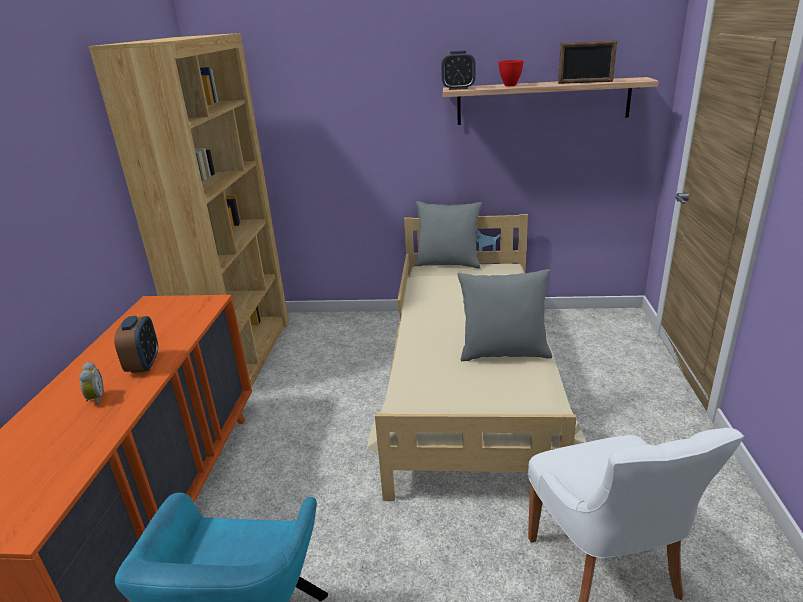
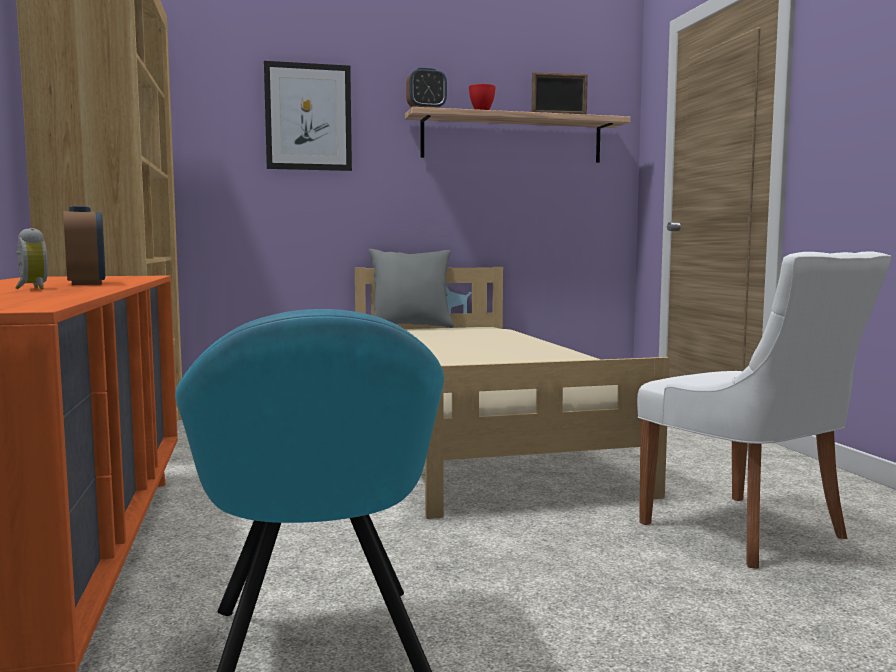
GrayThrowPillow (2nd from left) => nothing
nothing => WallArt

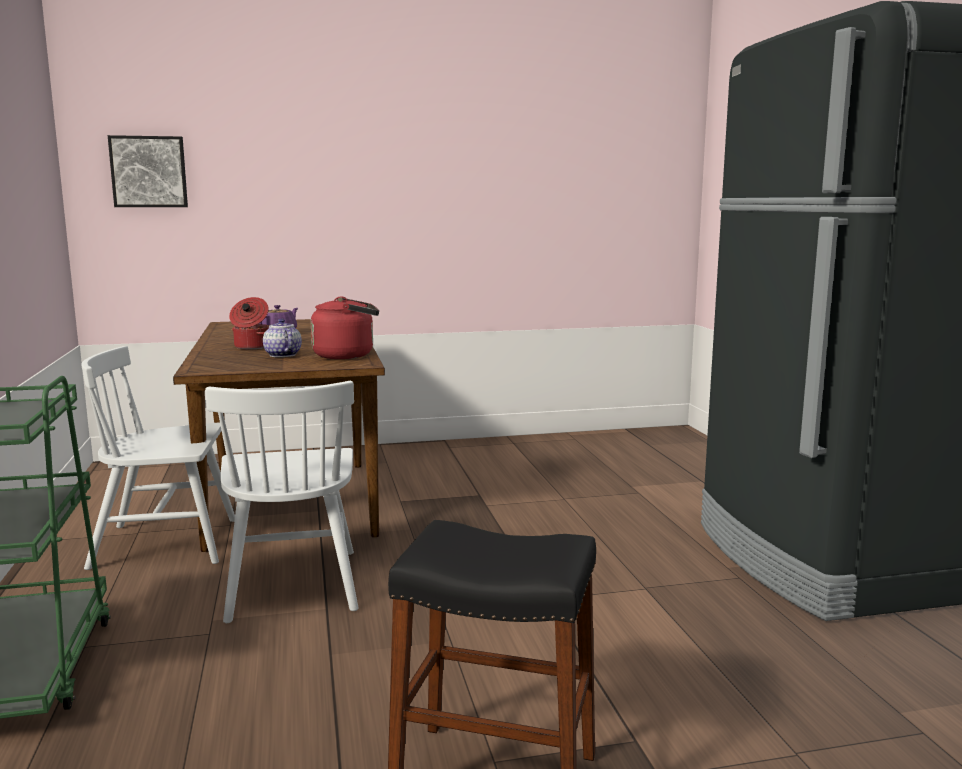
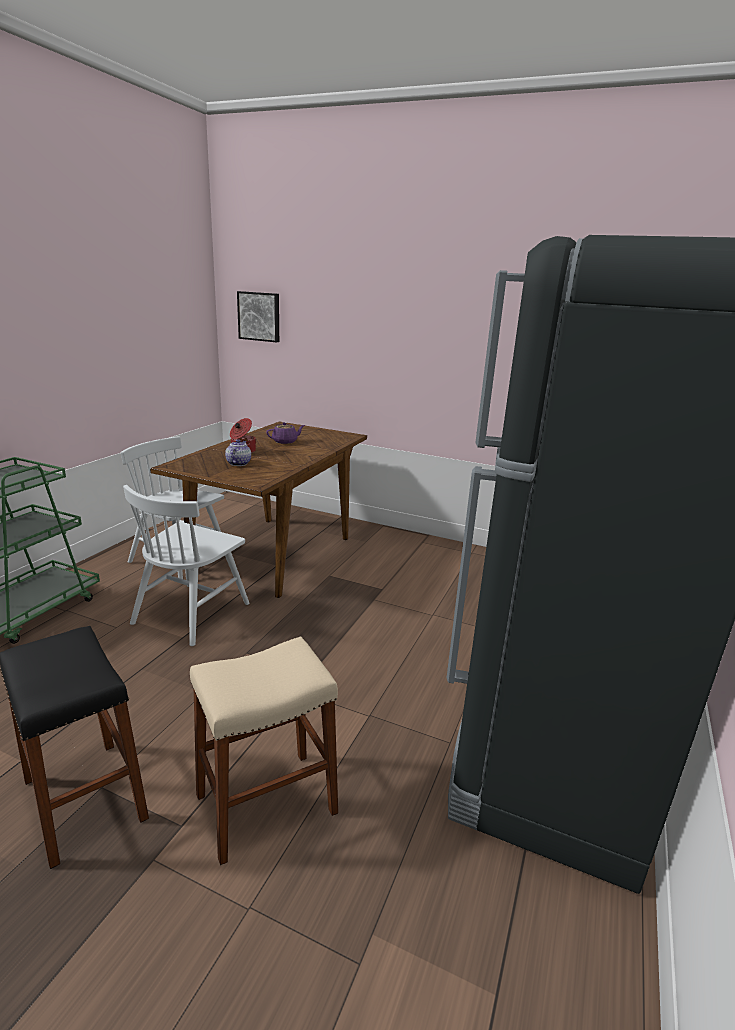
ReddishTeaKettle => nothing
nothing => SandColouredStool

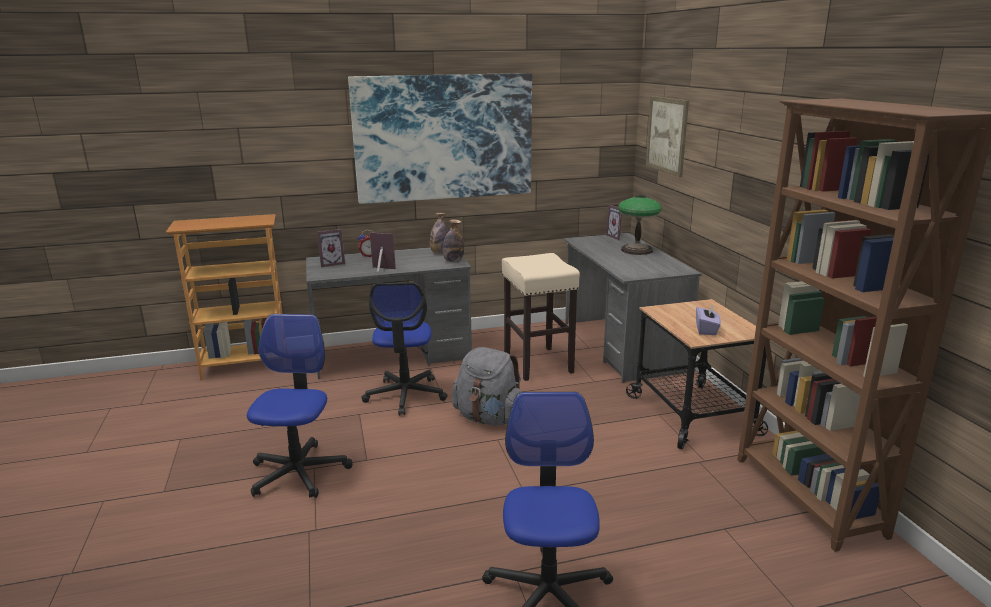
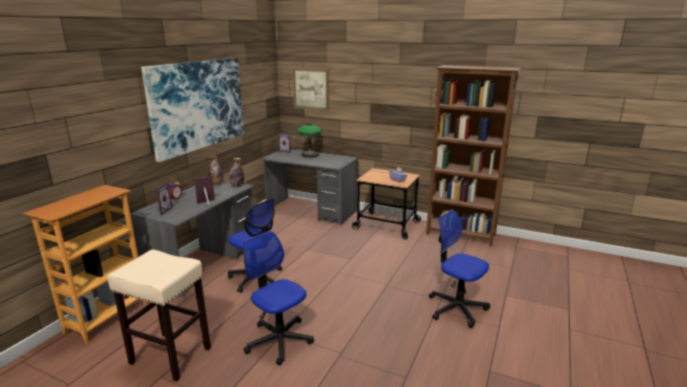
GrayKnapsack => nothing
SandColouredStool, moved

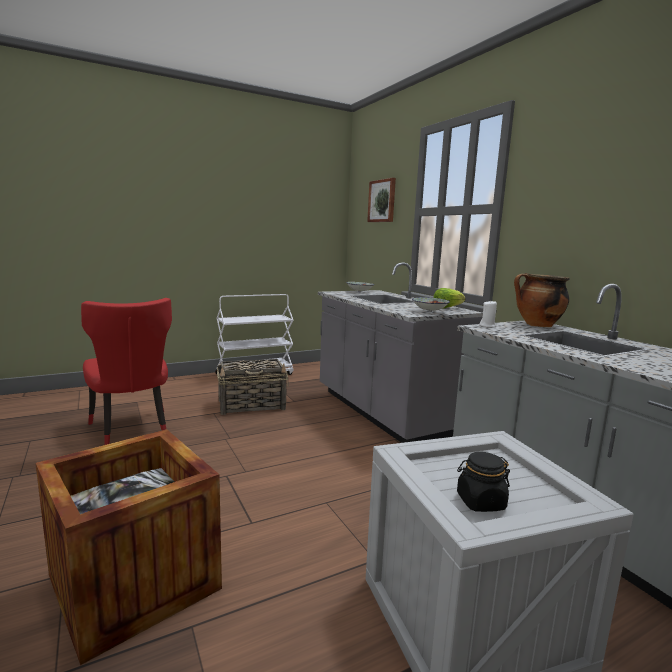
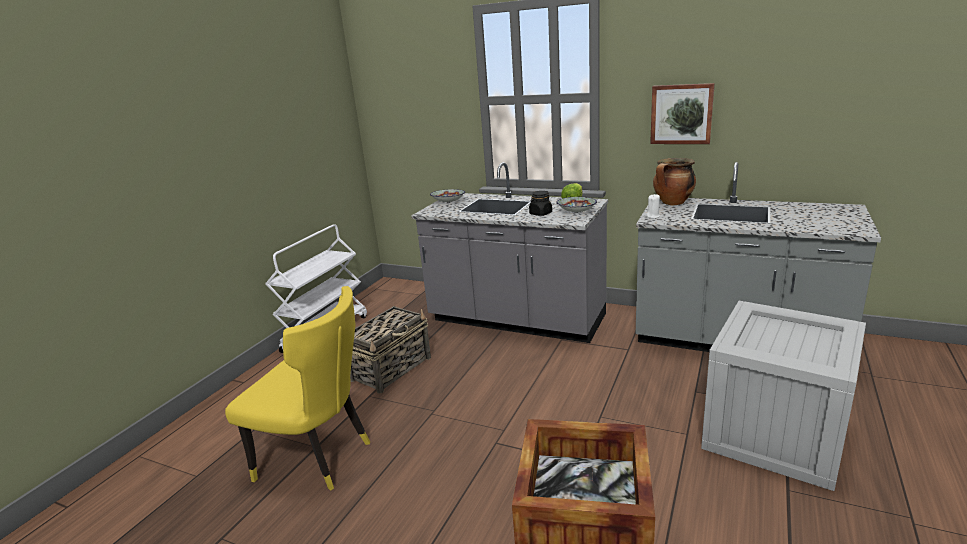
WallArt, moved
BlackishJar, moved
ReddishChair => YellowishChair

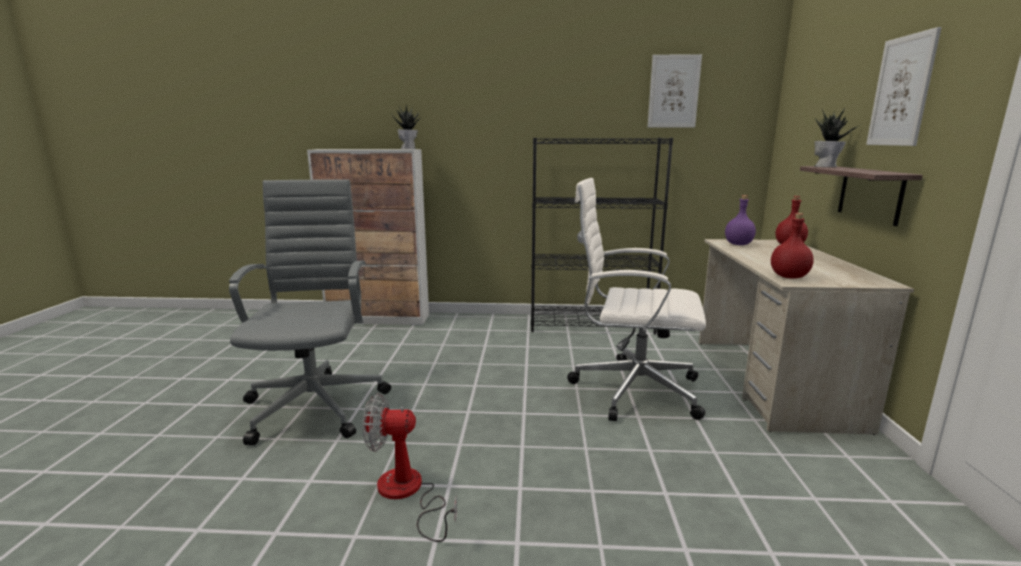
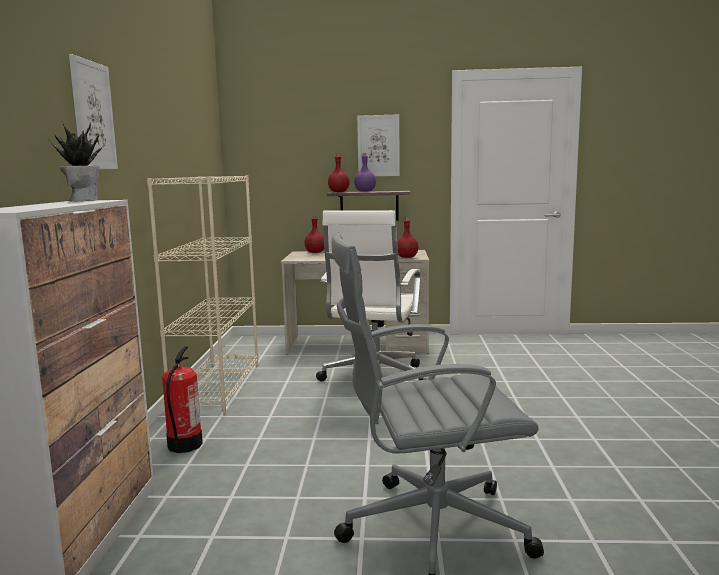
CoolingFan => nothing
nothing => Extinguisher
WallArt (1st from left), moved
PurpleColouredBeverageBottle, moved
PottedPlant (2nd from left) => ReddishBeverageBottle (2nd from left)
BlackishShelvingUnit => SandColouredShelvingUnit

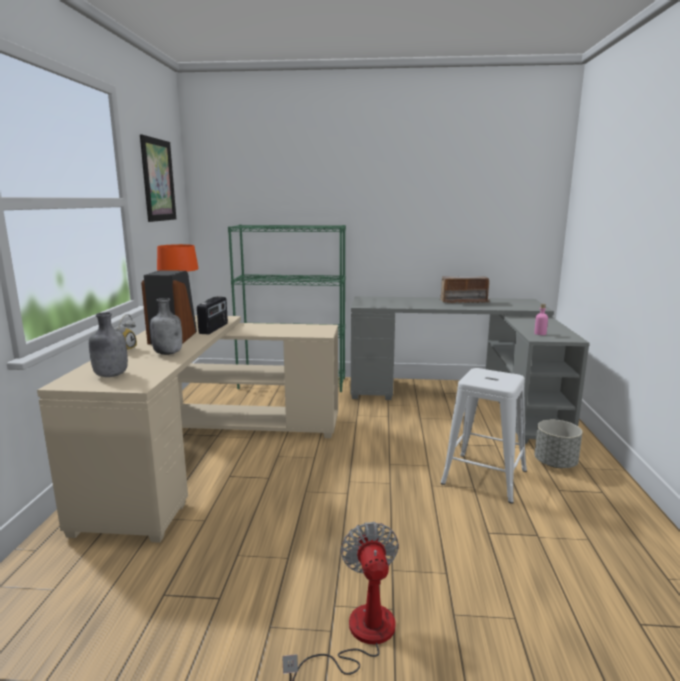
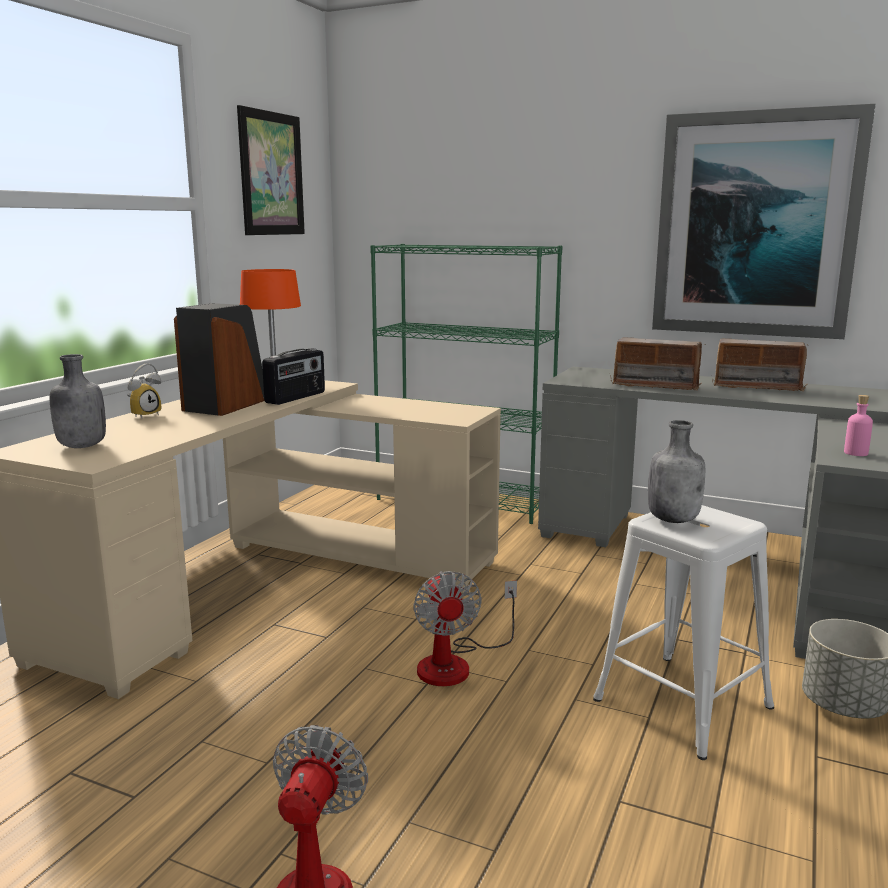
nothing => CoolingFan (2nd from left)
nothing => RadioReceiver (2nd from left)
nothing => WallArt (2nd from left)
GrayBeverageBottle (2nd from left), moved

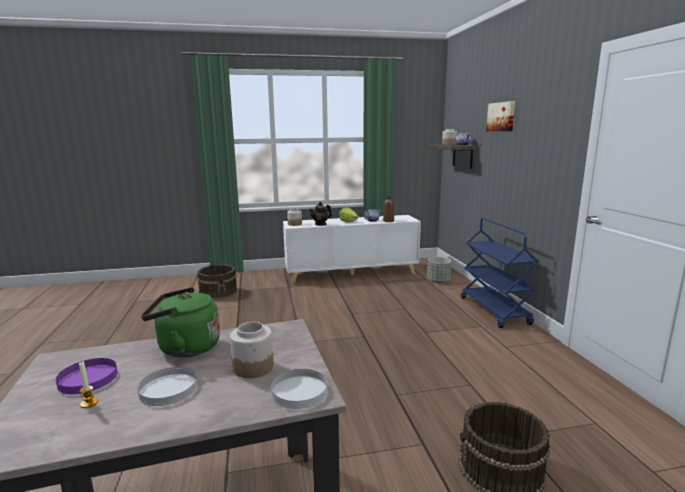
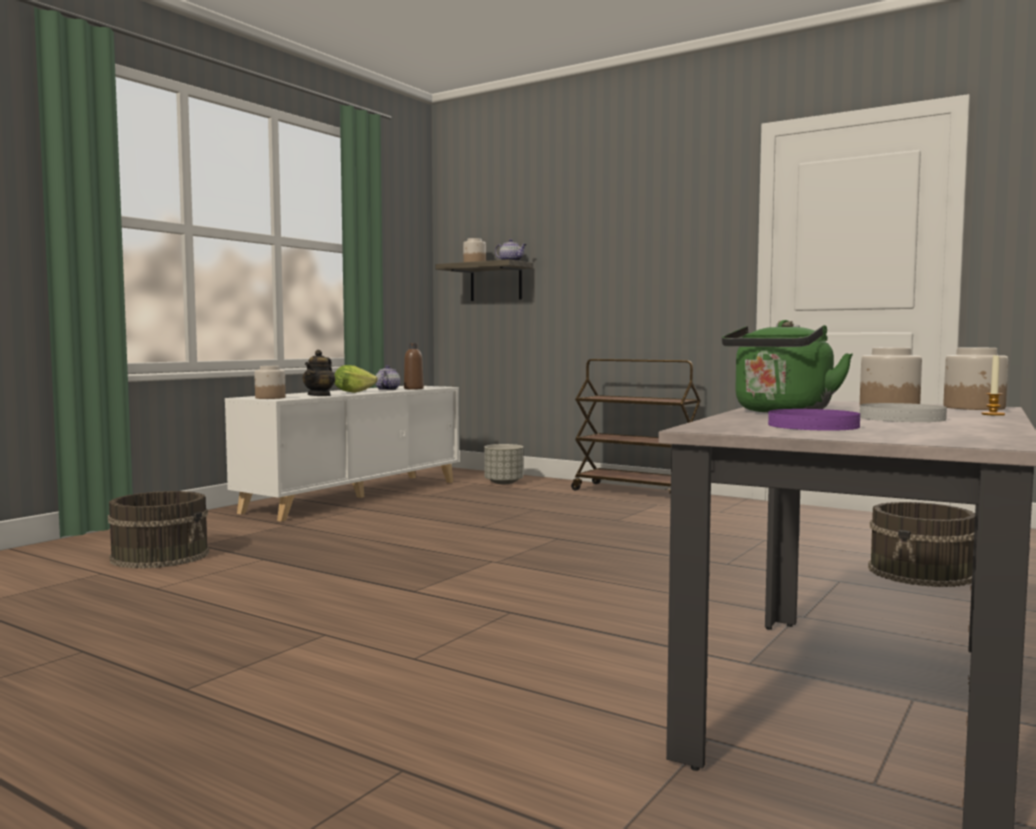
WallArt => nothing
Candle, moved
WhiteColouredPlate (2nd from left) => Jar (4th from left)
BlueColouredCart => BrownishCart

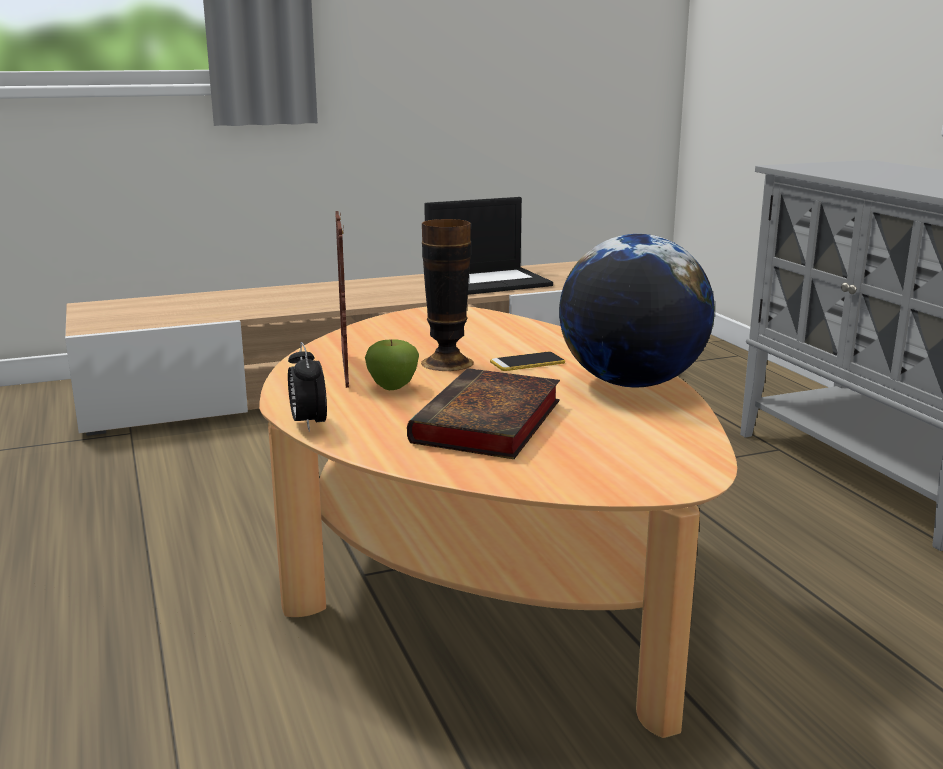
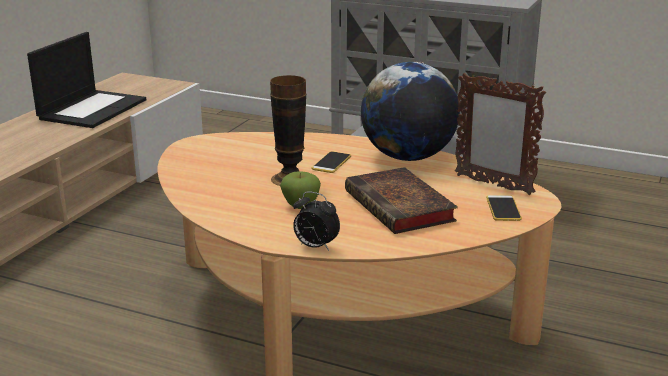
nothing => Telephone (2nd from left)
StandingFrame, moved

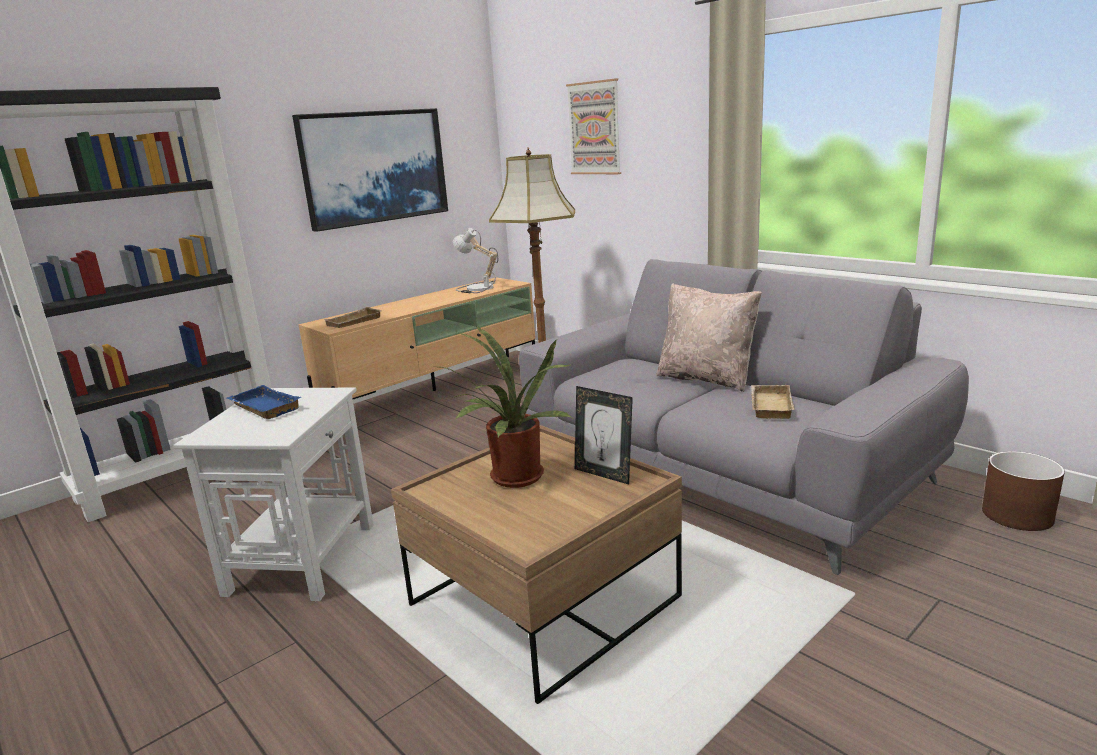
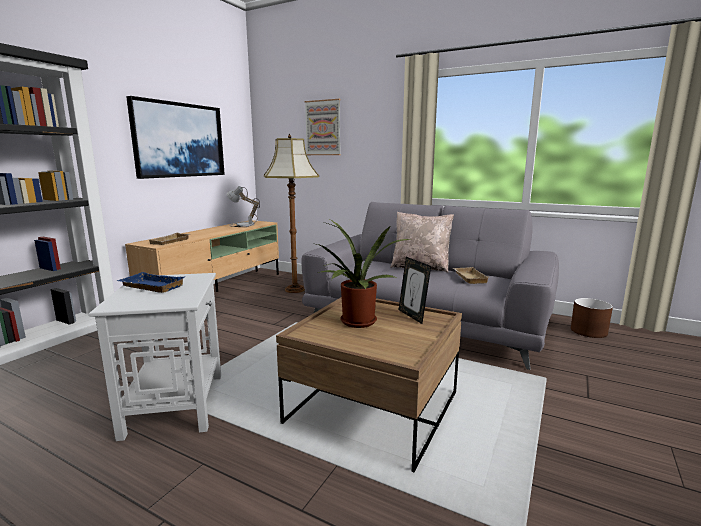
StandingFrame, 45 degrees clockwise

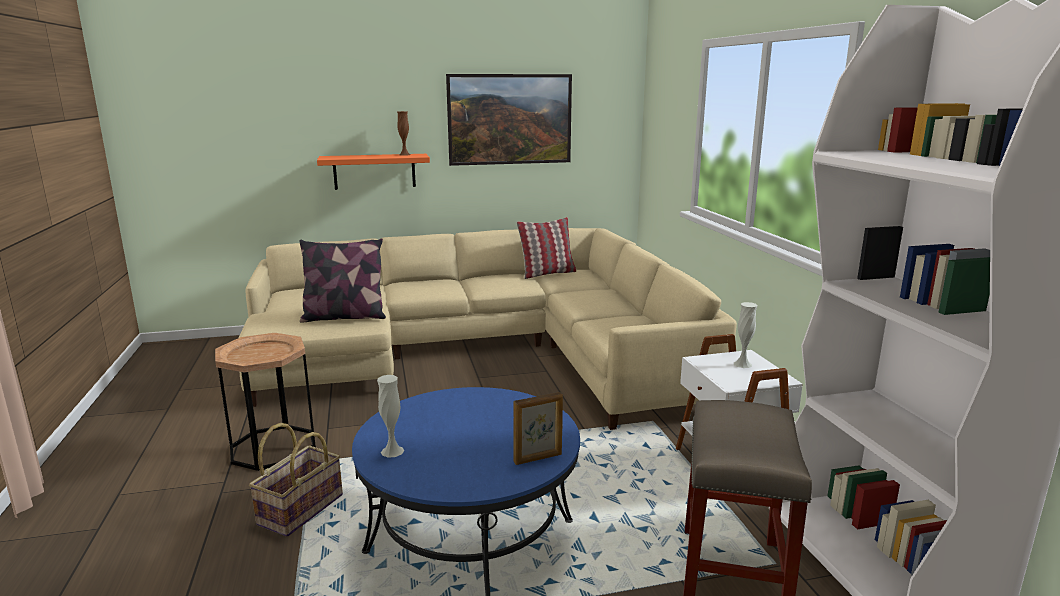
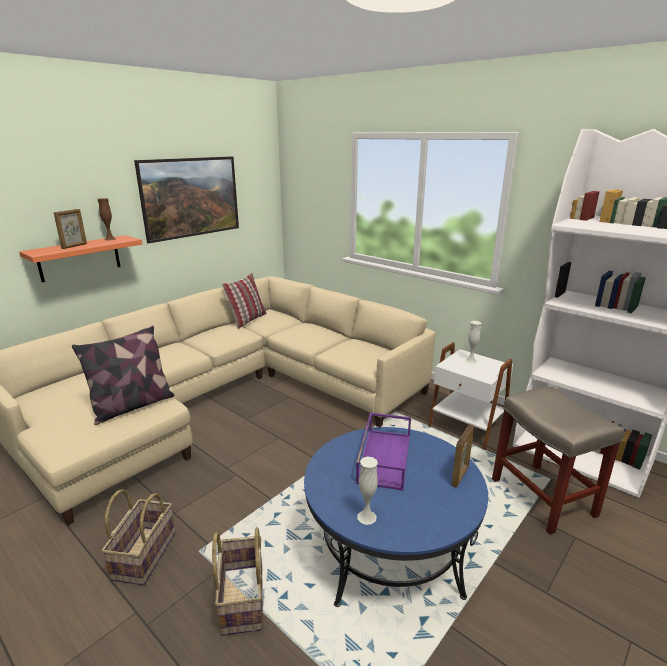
nothing => StandingFrame (1st from left)
nothing => PurpleColouredTray
BrownishAccentTable => HouseholdBasket (1st from left)

